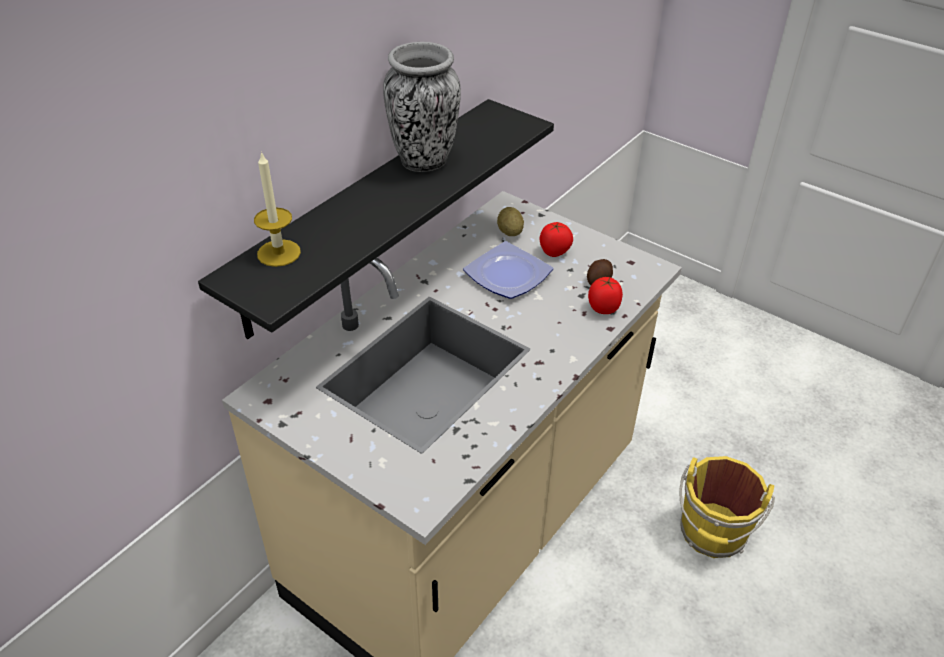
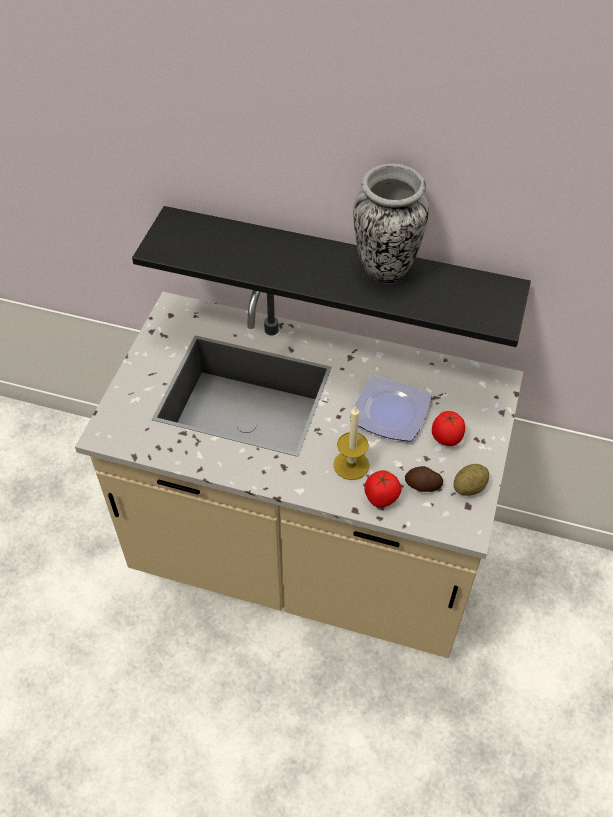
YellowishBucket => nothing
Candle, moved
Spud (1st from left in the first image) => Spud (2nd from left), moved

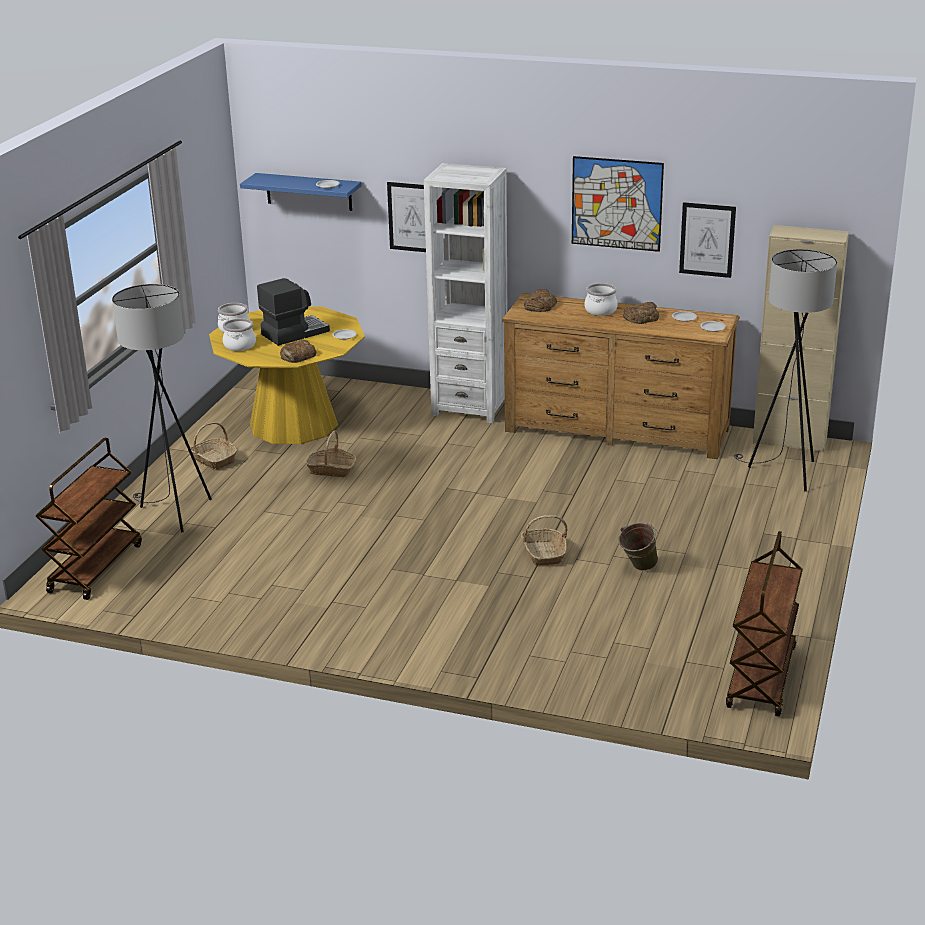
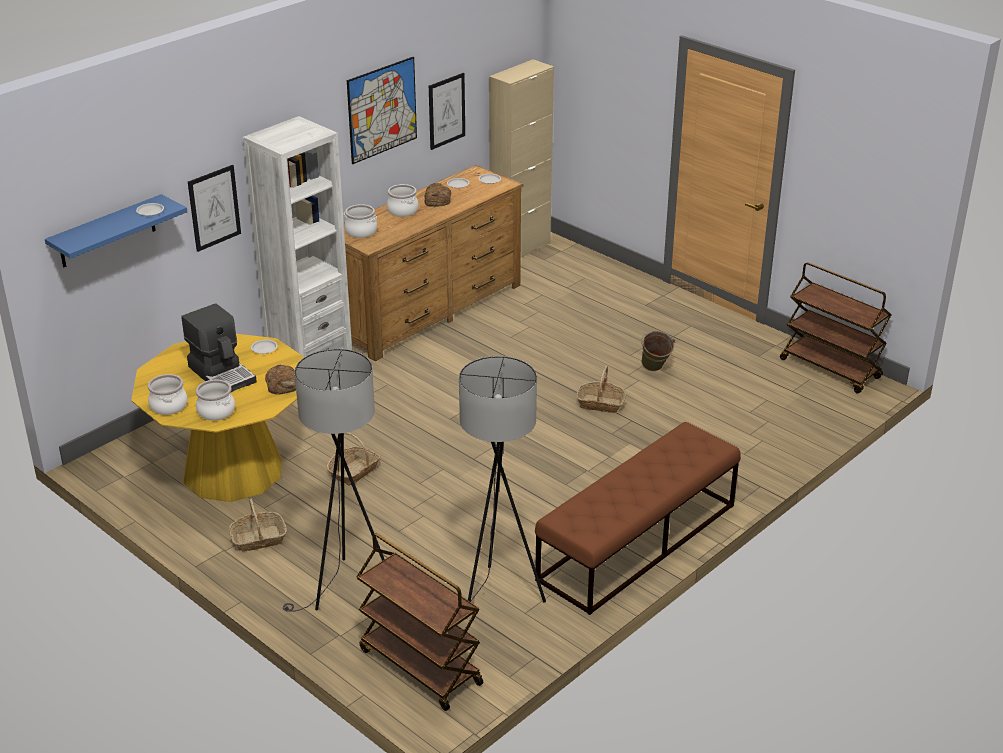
nothing => BrownishBench
GrayStandingLamp (2nd from left), moved
Bread (2nd from left) => Stockpot (3rd from left)
CoffeeMaker, 150 degrees clockwise

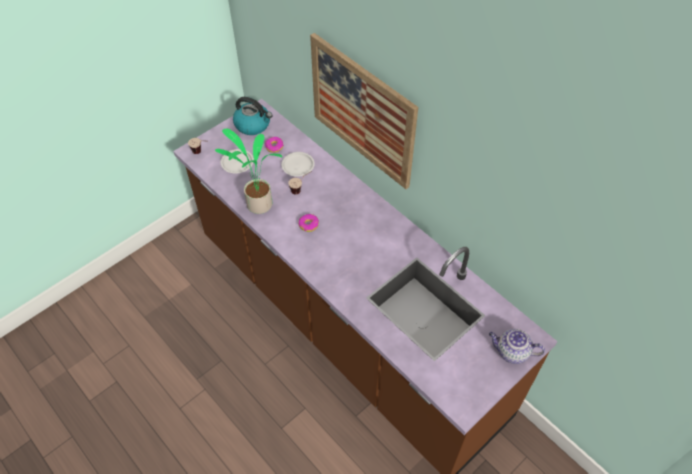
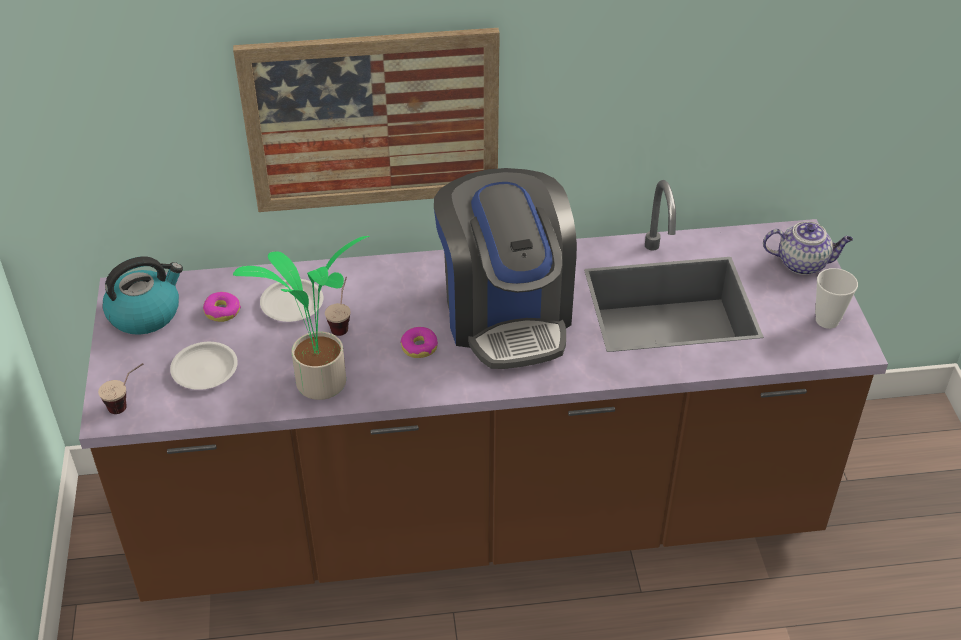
nothing => CoffeeMaker
nothing => Cup (3rd from left)
Teapot, 135 degrees counterclockwise

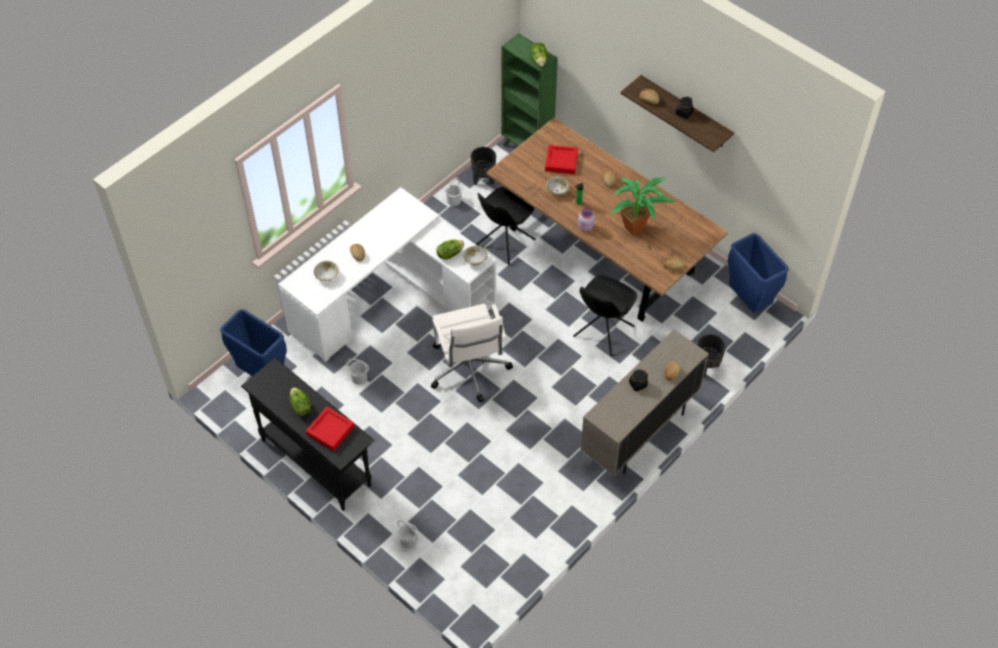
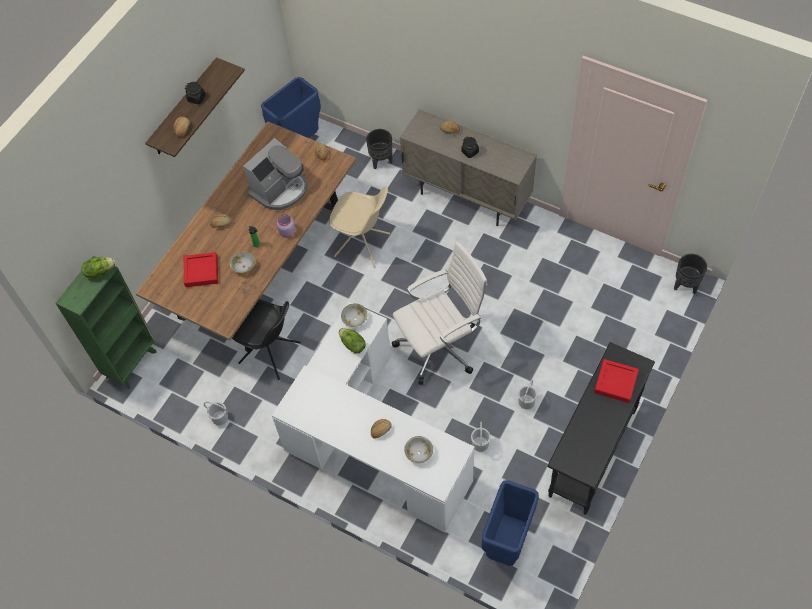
Lettuce (1st from left) => nothing
WhiteColouredBucket (2nd from left in the first image) => WhiteColouredBucket (3rd from left), moved
BlackishFlowerPot (1st from left in the first image) => BlackishFlowerPot (2nd from left), moved
PottedPlant => CoffeeMaker
BlackishChair (2nd from left) => SandColouredChair

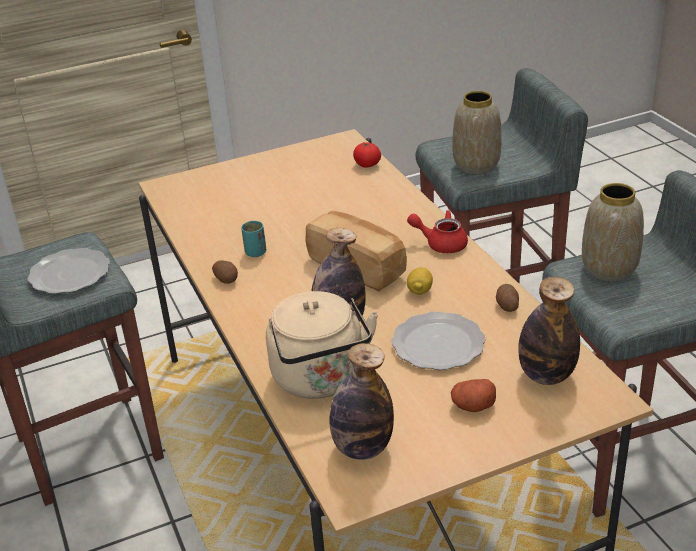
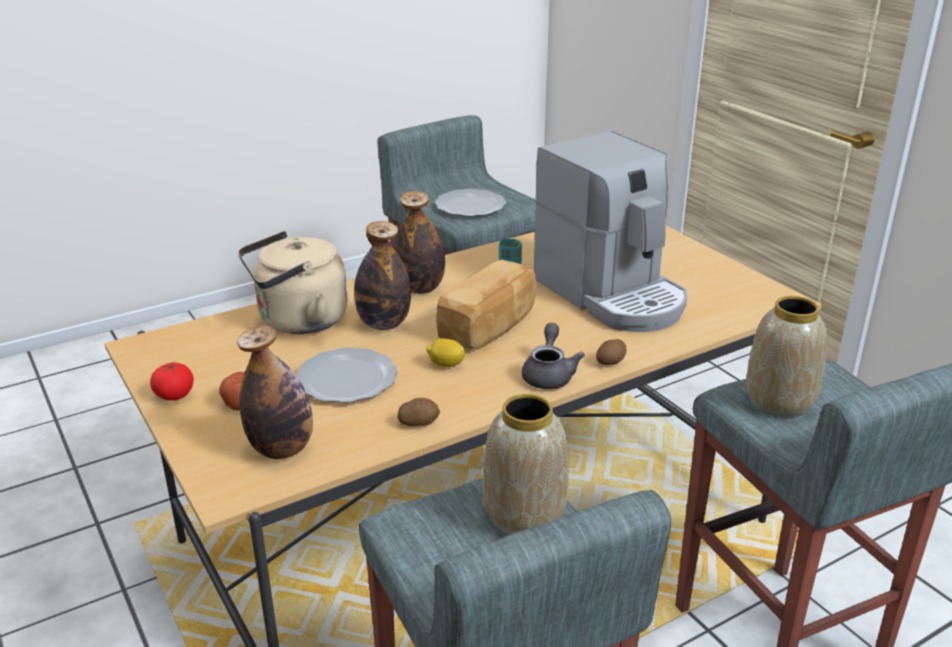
nothing => CoffeeMaker
Spud (1st from left in the first image) => Spud (3rd from left), moved
BeverageBottle (2nd from left in the first image) => BeverageBottle (3rd from left), moved
WholeTomato, moved
ReddishTeapot => GrayTeapot

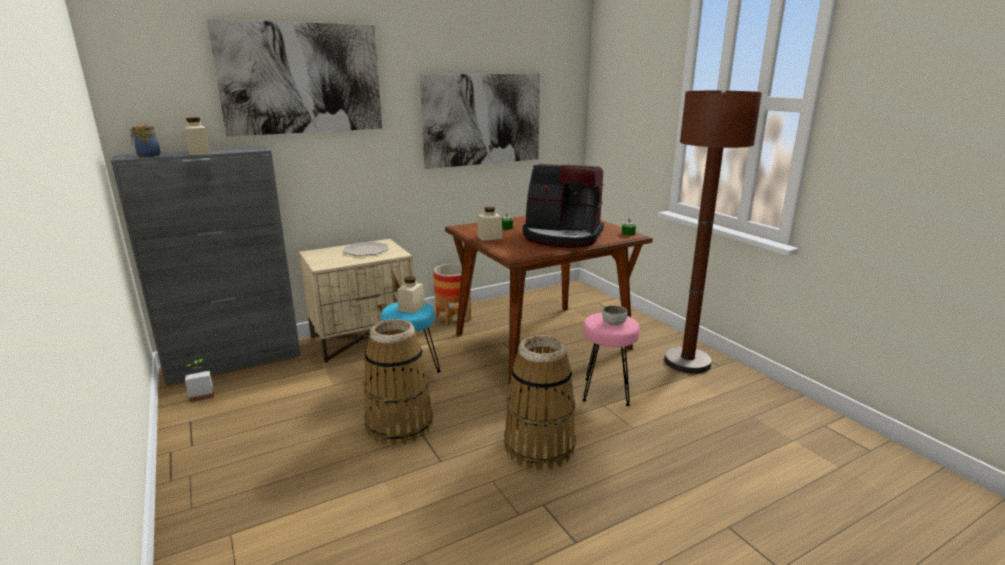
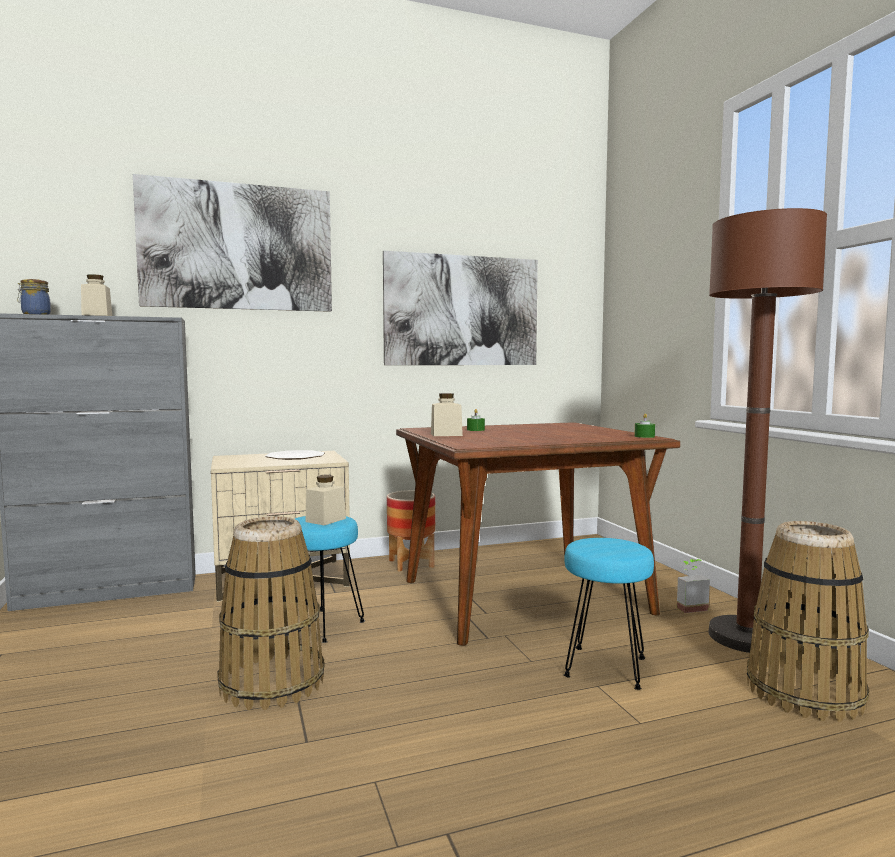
CoffeeMaker => nothing
ServingBowl => nothing
PottedPlant, moved
HouseholdBasket (2nd from left), moved
PinkishStool => TurquoiseStool (2nd from left)

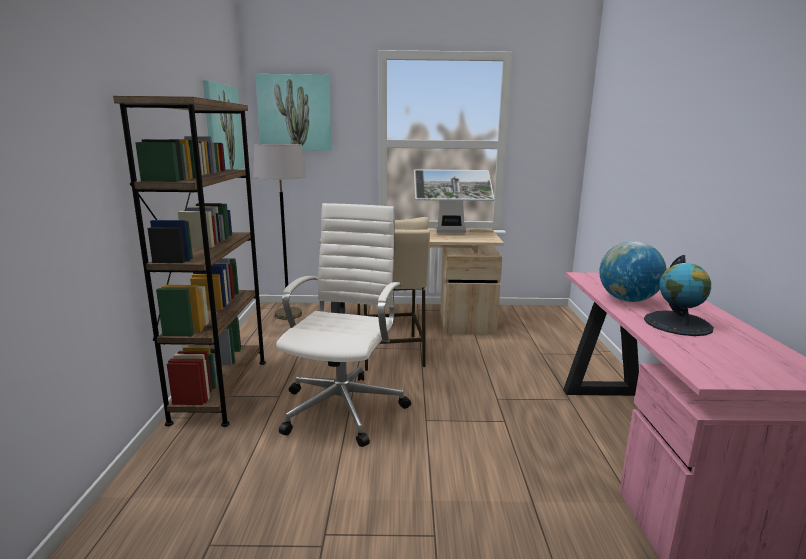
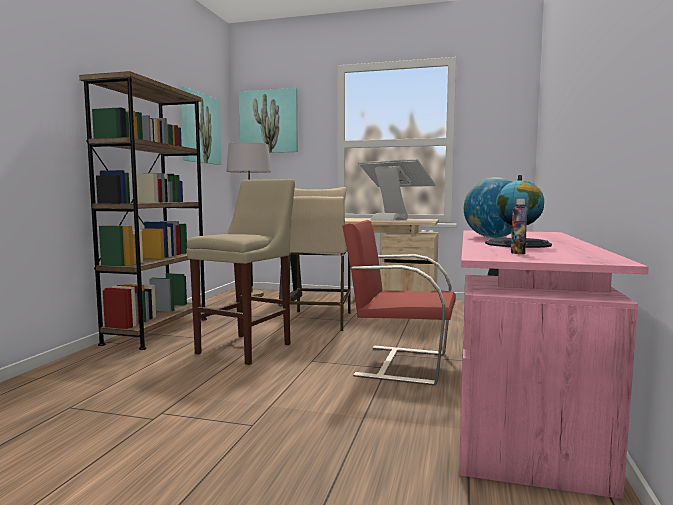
nothing => ReddishChair
nothing => BeverageBottle
WhiteColouredDeskChair => SandColouredStool (1st from left)
ComputerDisplay, 150 degrees counterclockwise

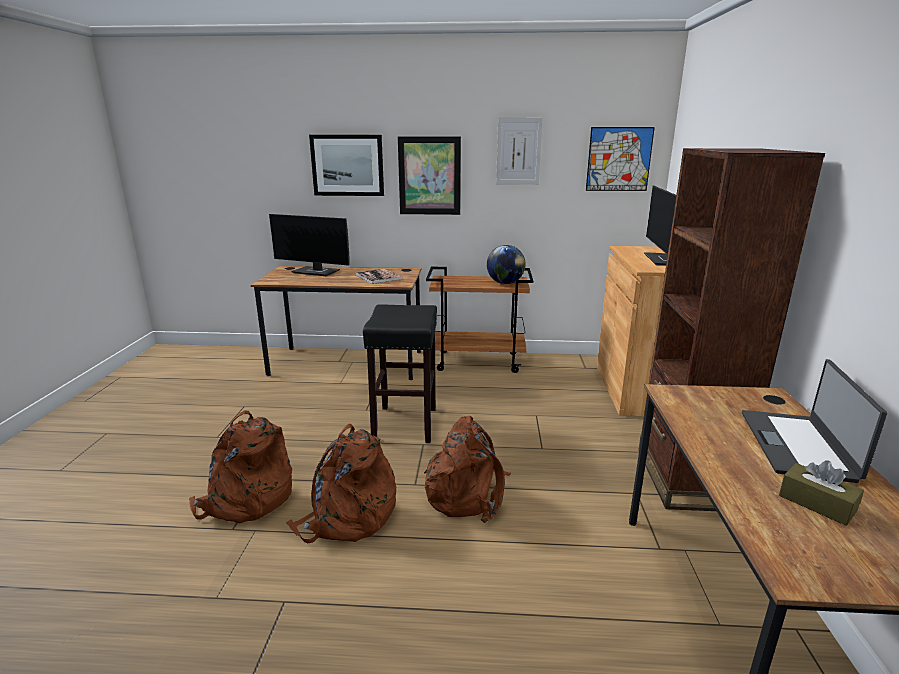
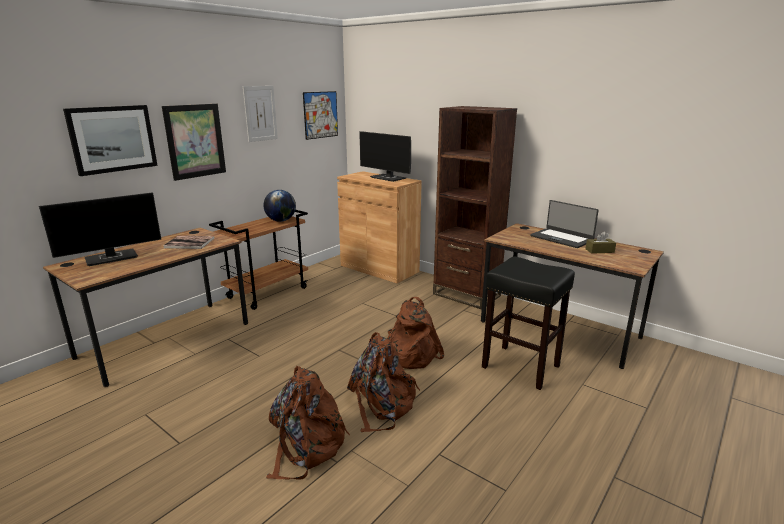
BlackishStool, moved

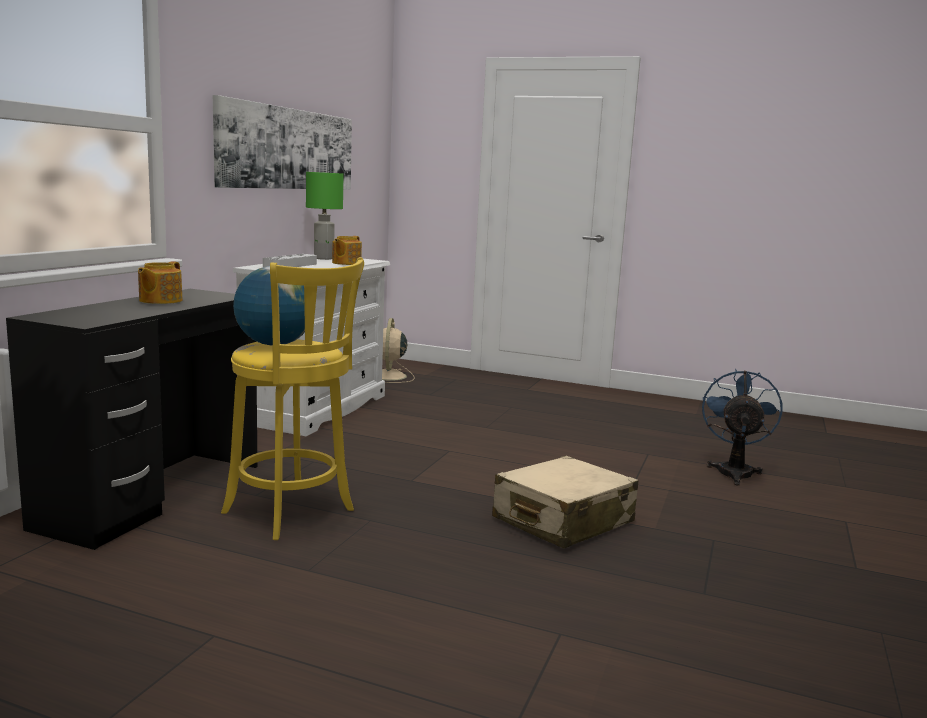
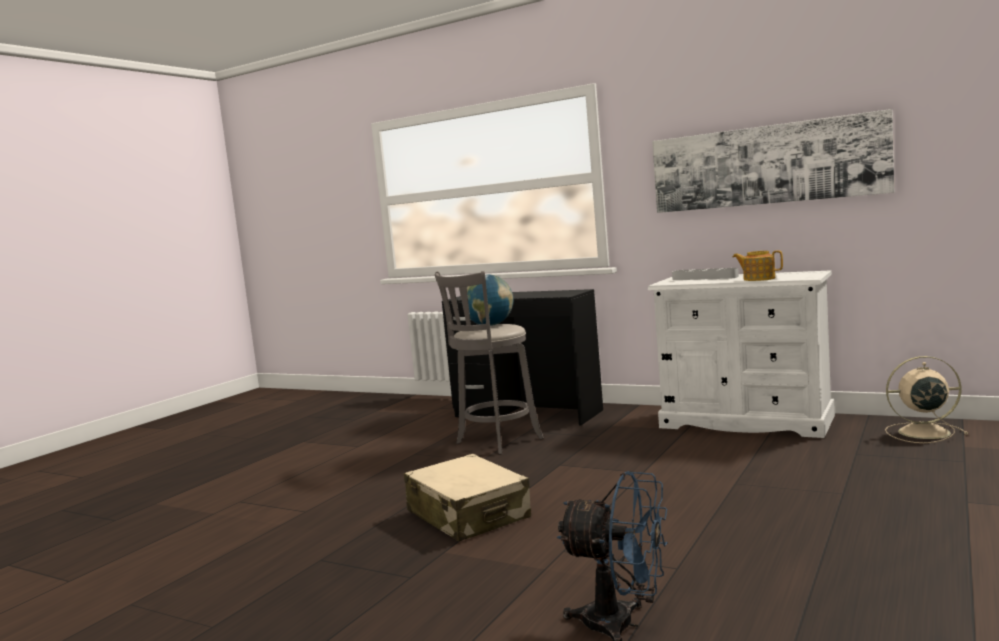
Teapot (1st from left) => nothing
GreenColouredTabletopLamp => nothing
YellowishStool => GrayStool

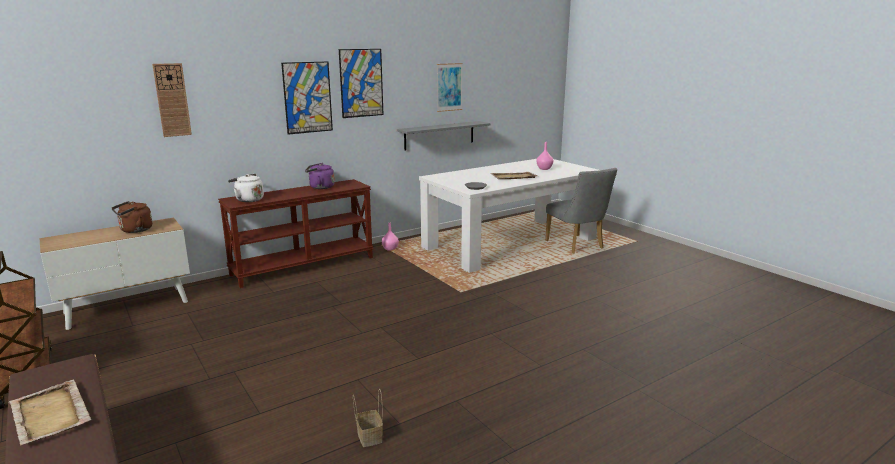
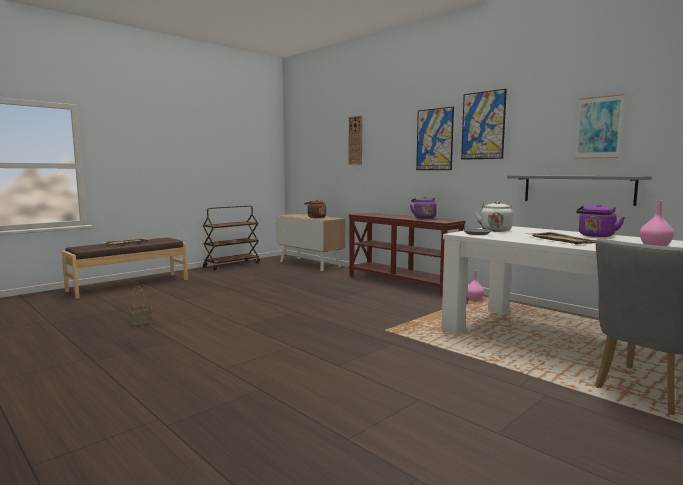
nothing => PurpleColouredTeaKettle (2nd from left)
WhiteColouredTeaKettle, moved

